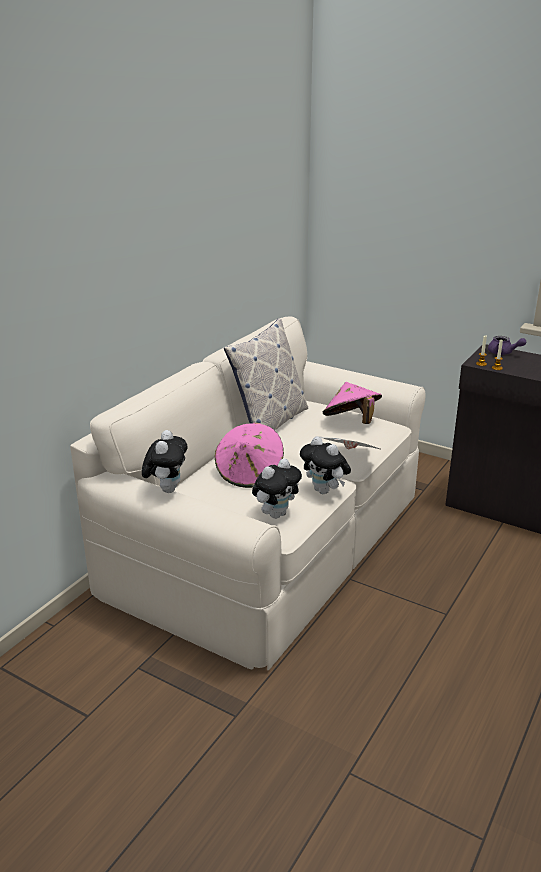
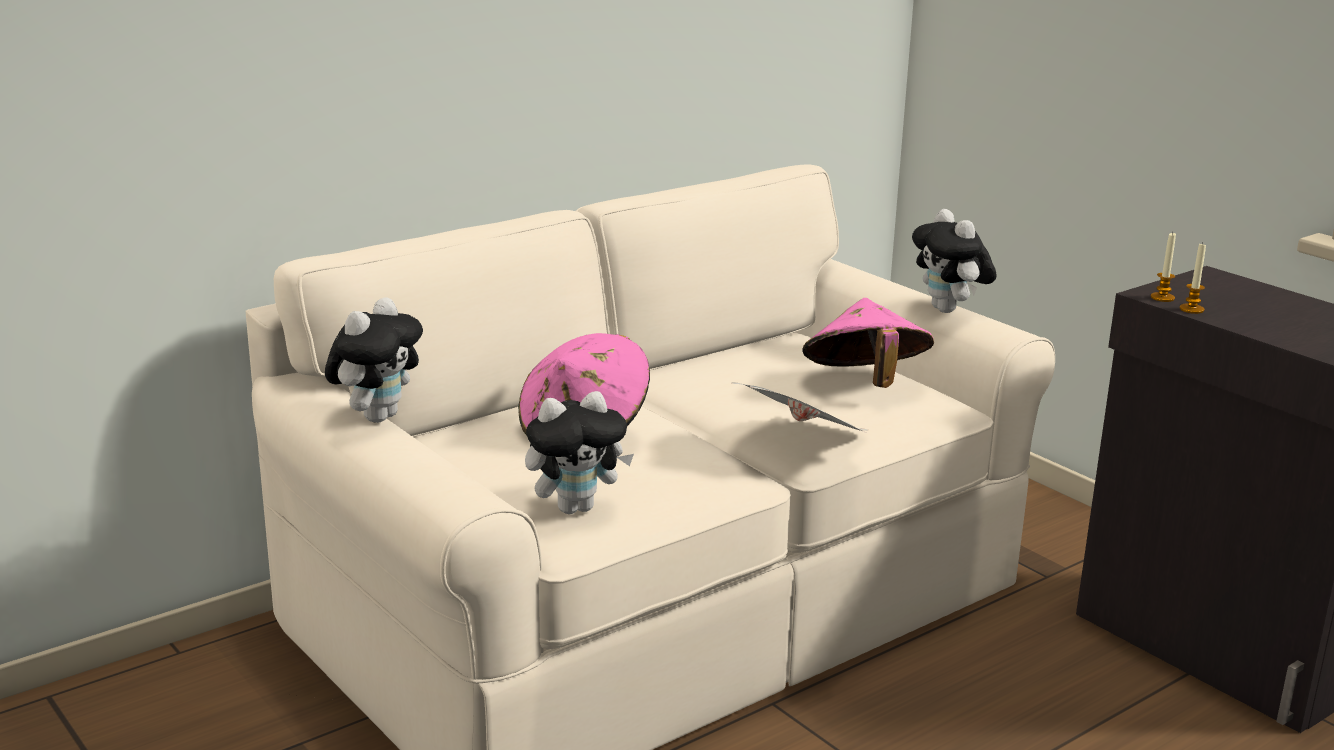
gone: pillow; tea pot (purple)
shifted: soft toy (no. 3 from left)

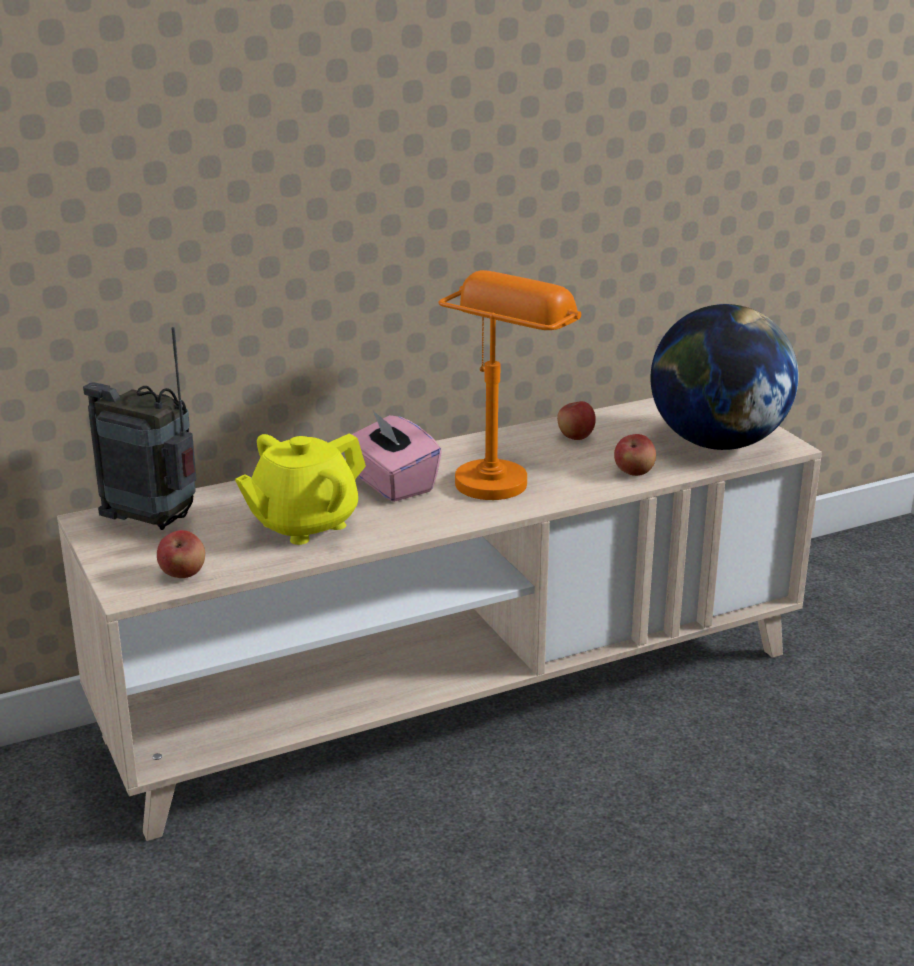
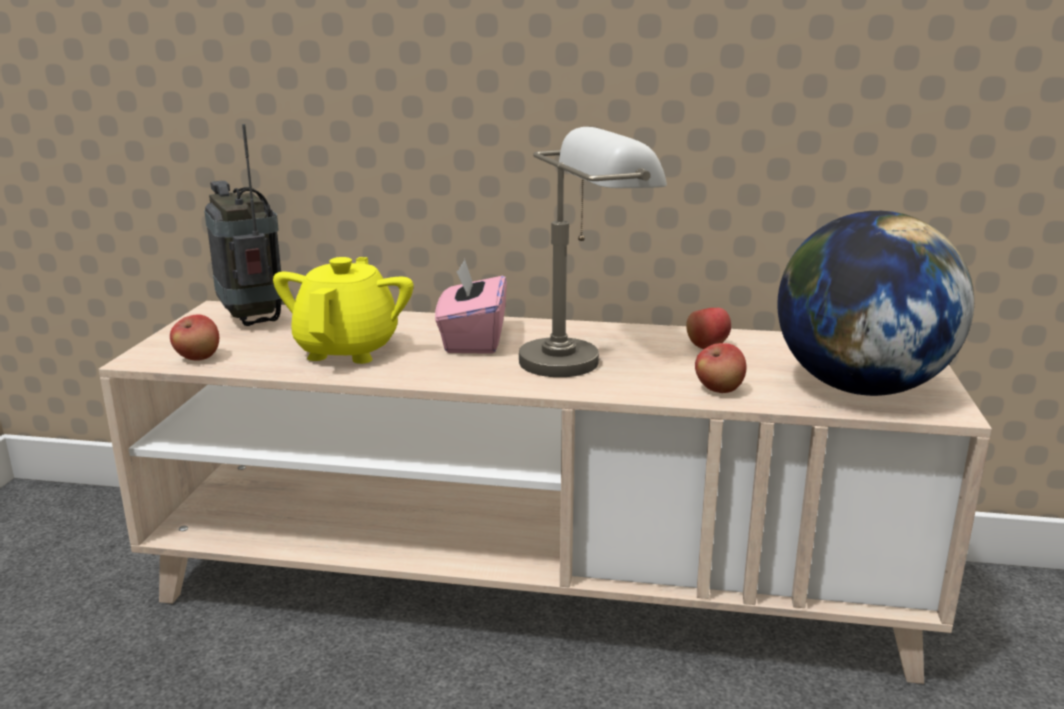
repainted: lamp for a table (orangey) to lamp for a table (grey)
rotated: tea pot (yellow) 105 degrees clockwise

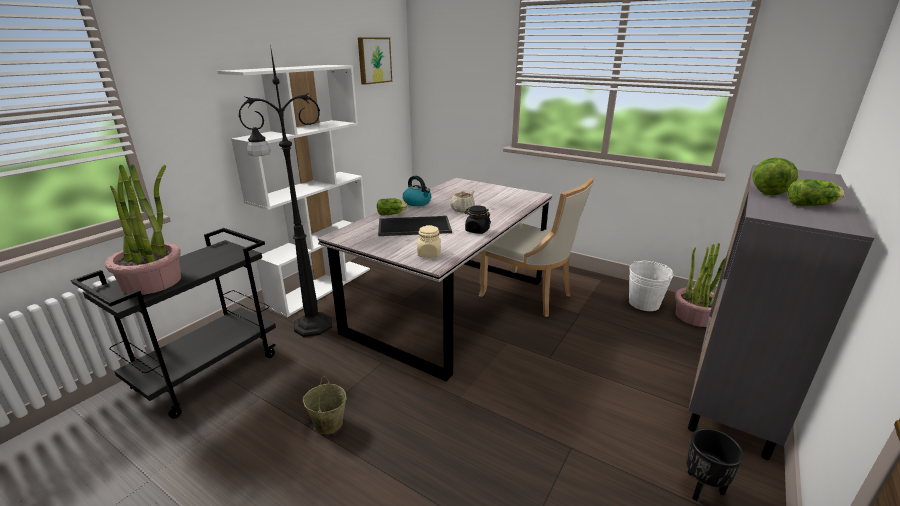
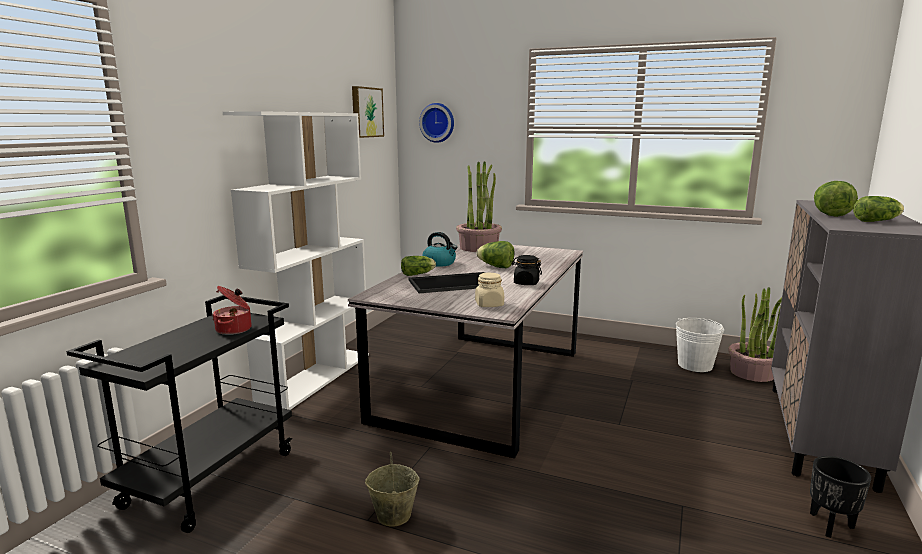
gone: standard lamp (black-coloured); chair (beige-coloured)
new: cooking pot; clock on the wall
shifted: houseplant (no. 1 from left)
swapped: tea pot (beige-coloured) to lettuce head (no. 2 from left)

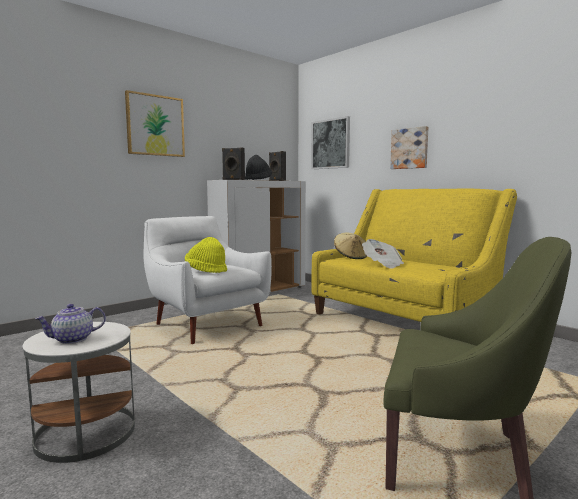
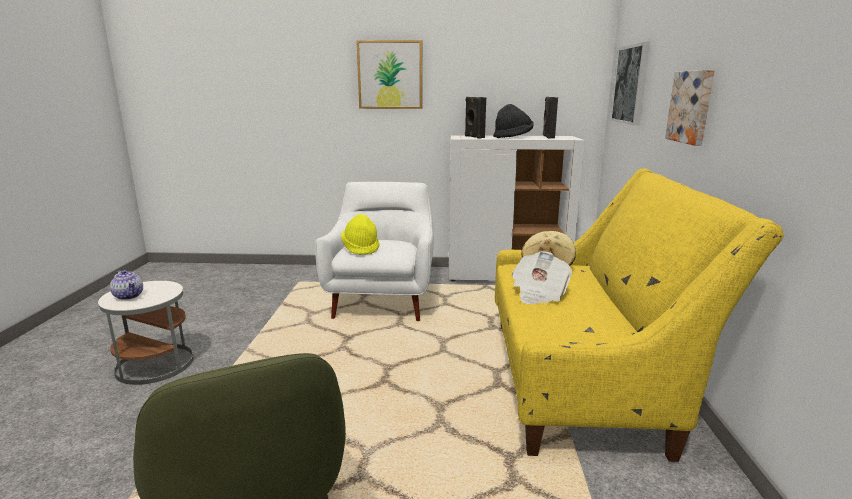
rotated: tea pot 150 degrees counterclockwise

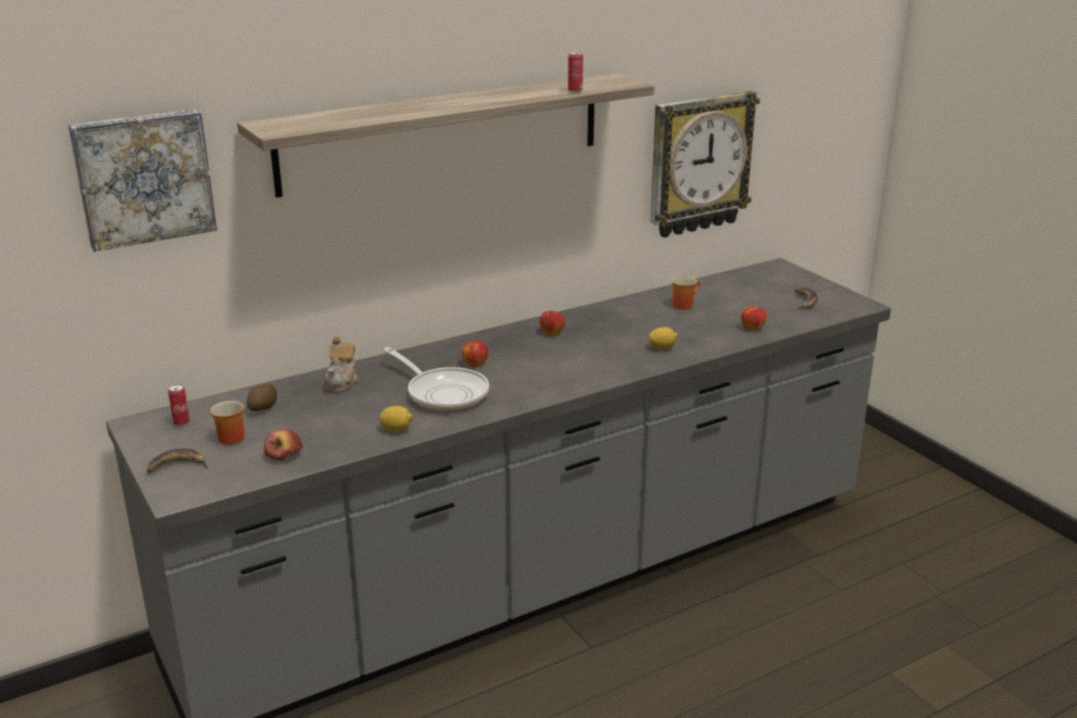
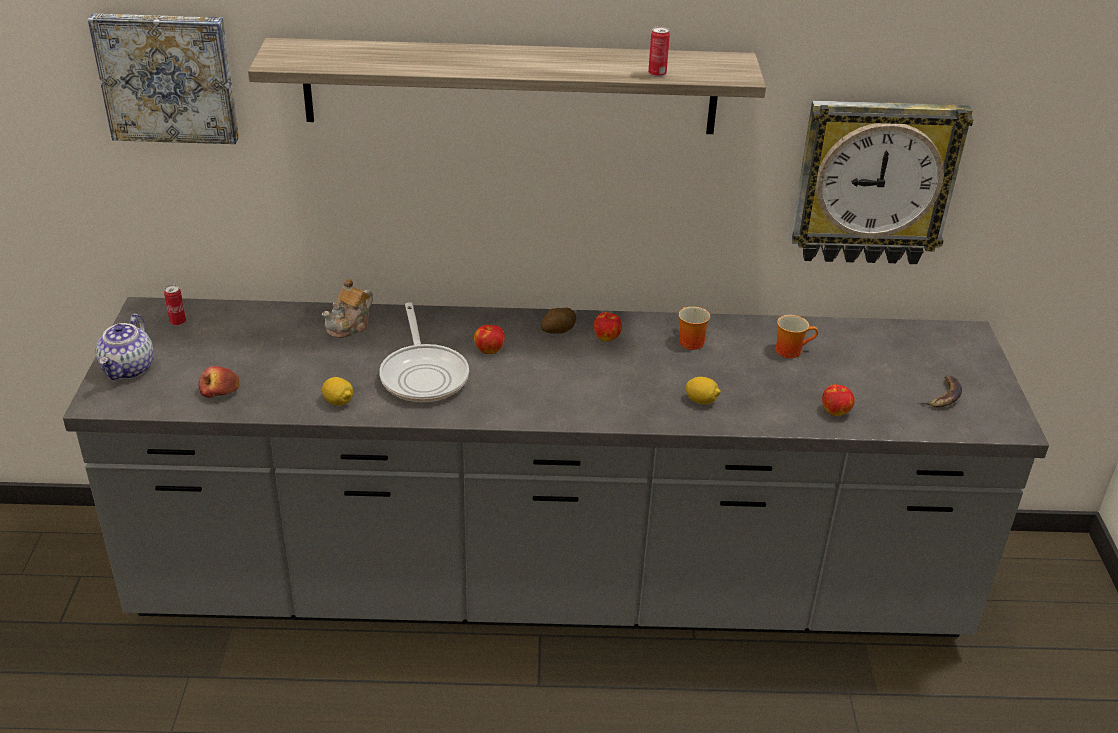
shifted: potato; mug (no. 1 from left)
swapped: banana fruit (no. 1 from left) to tea pot (no. 1 from left)

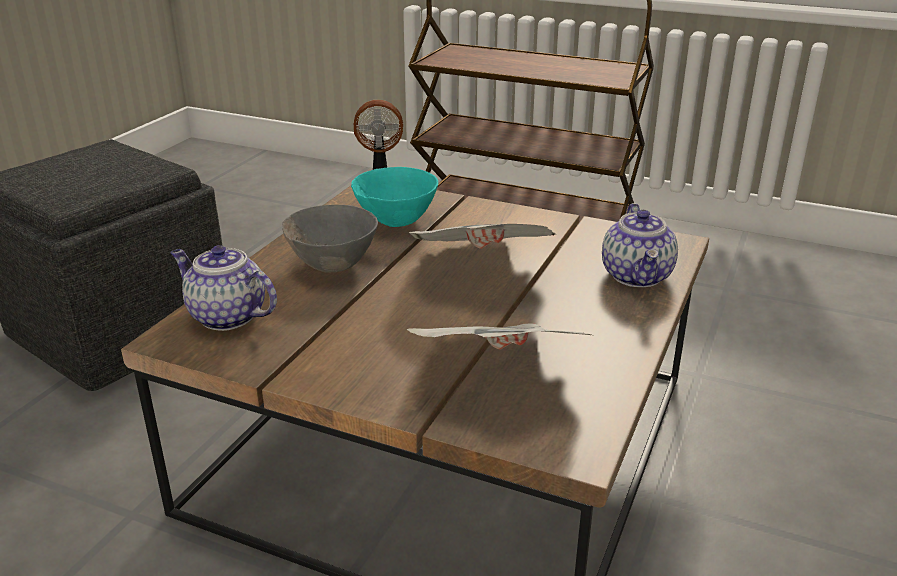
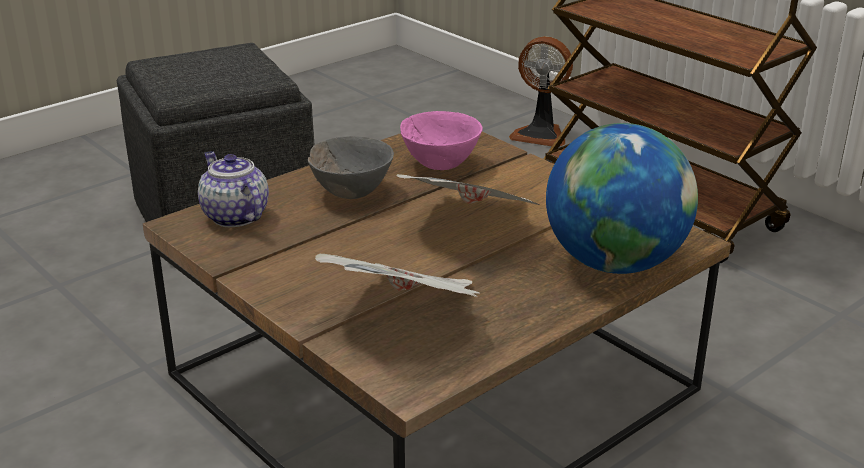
swapped: tea pot (no. 2 from left) to globe
repainted: bowl (turquoise) to bowl (pink)

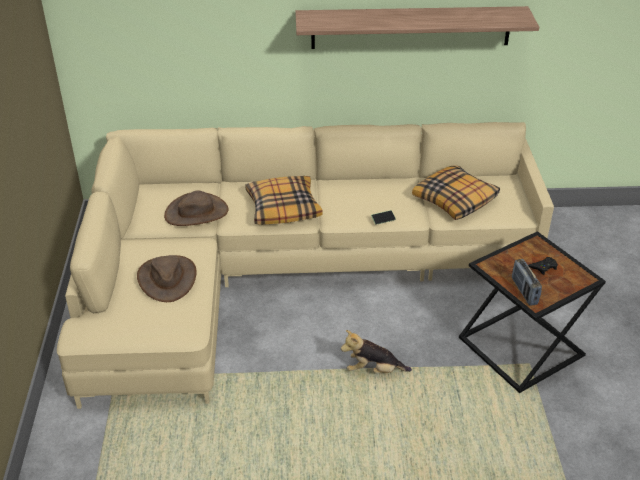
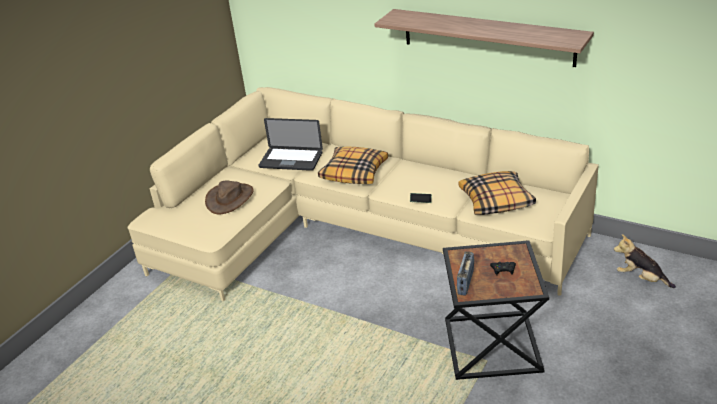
shifted: soft toy
swapped: wearable hat (brownish) (no. 2 from left) to laptop

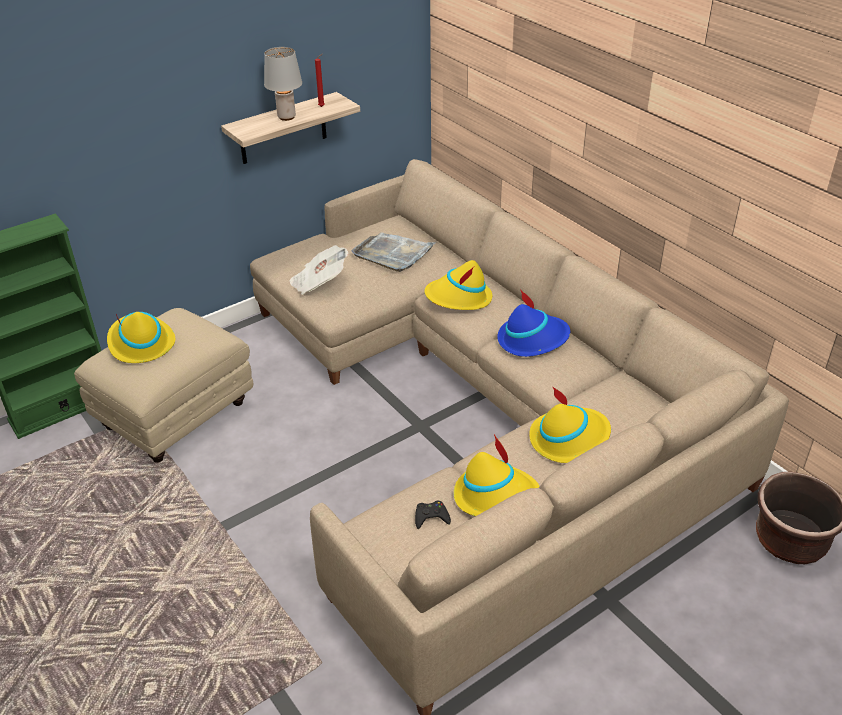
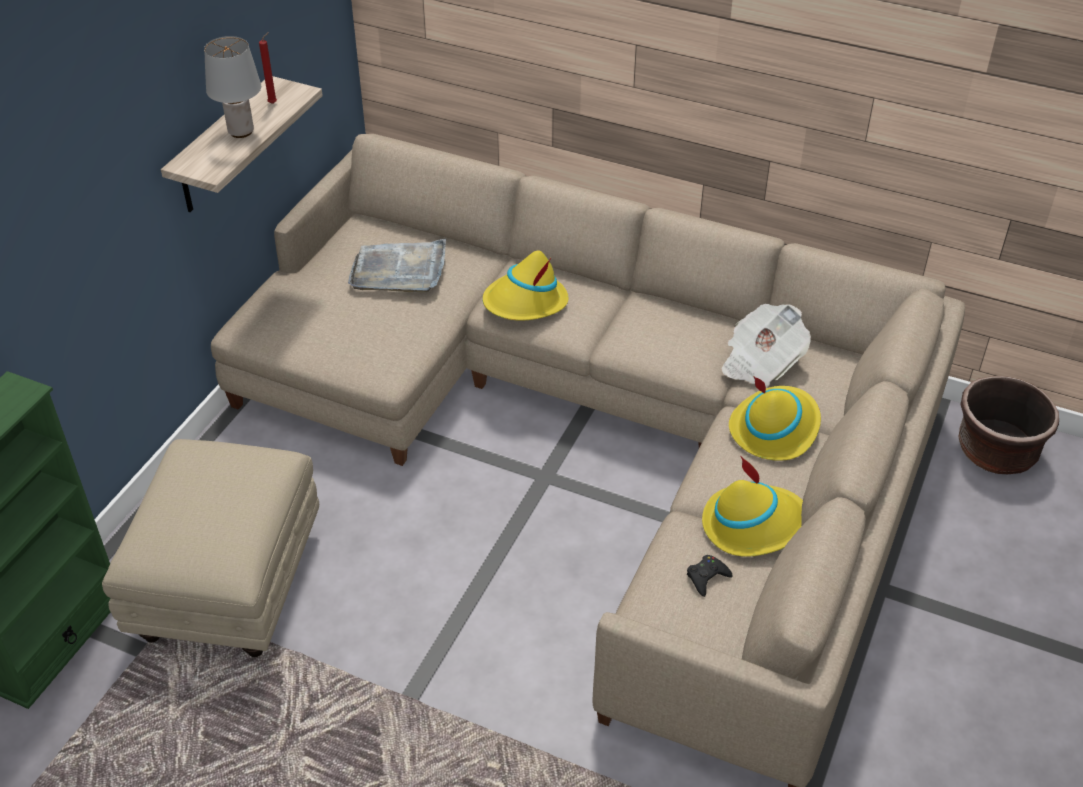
gone: wearable hat (yellow) (no. 1 from left); wearable hat (blue)
shifted: newspaper

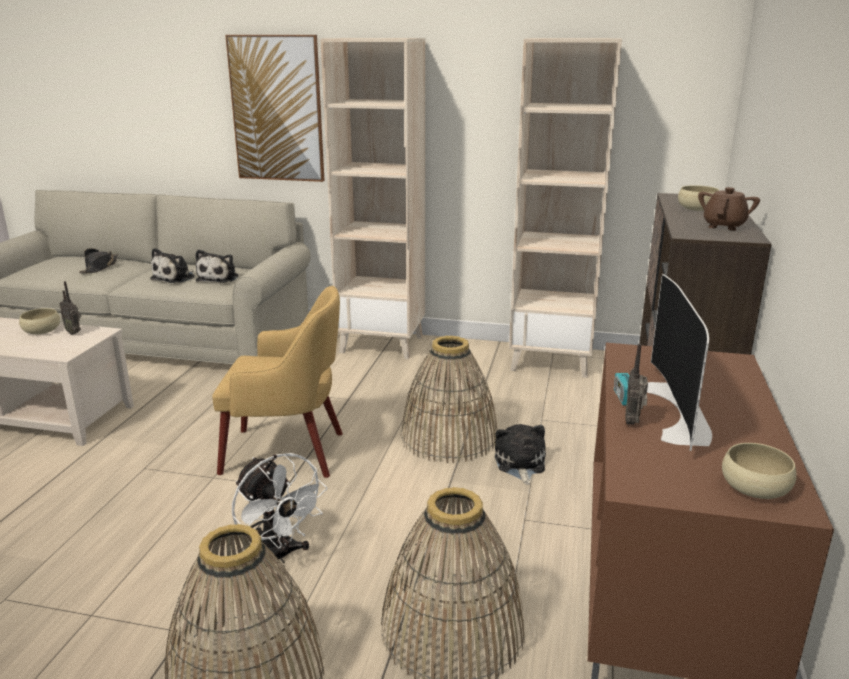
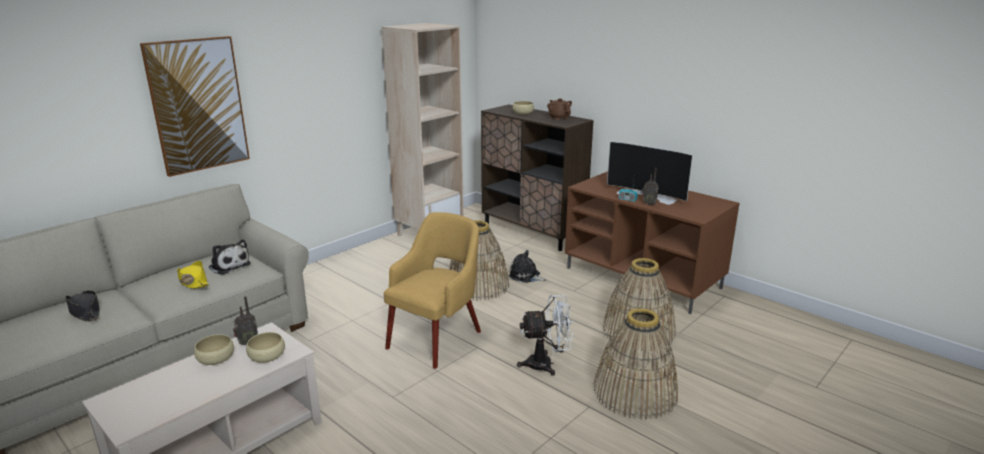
gone: shelving unit (beige-coloured) (no. 1 from left)
shifted: bowl (beige-coloured) (no. 3 from left in the first image) to bowl (beige-coloured) (no. 2 from left)
swapped: soft toy (no. 1 from left) to wearable hat (yellow)

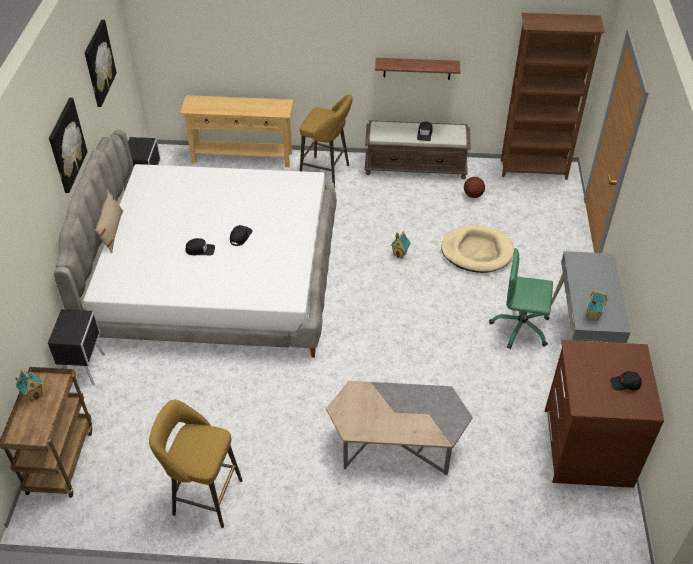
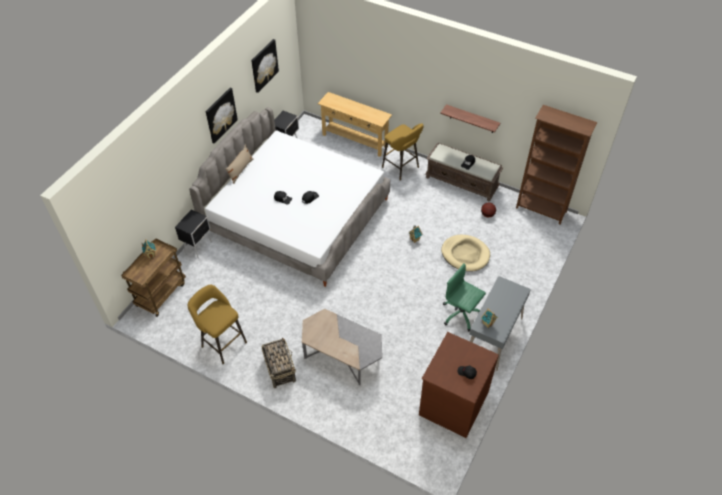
new: household basket

